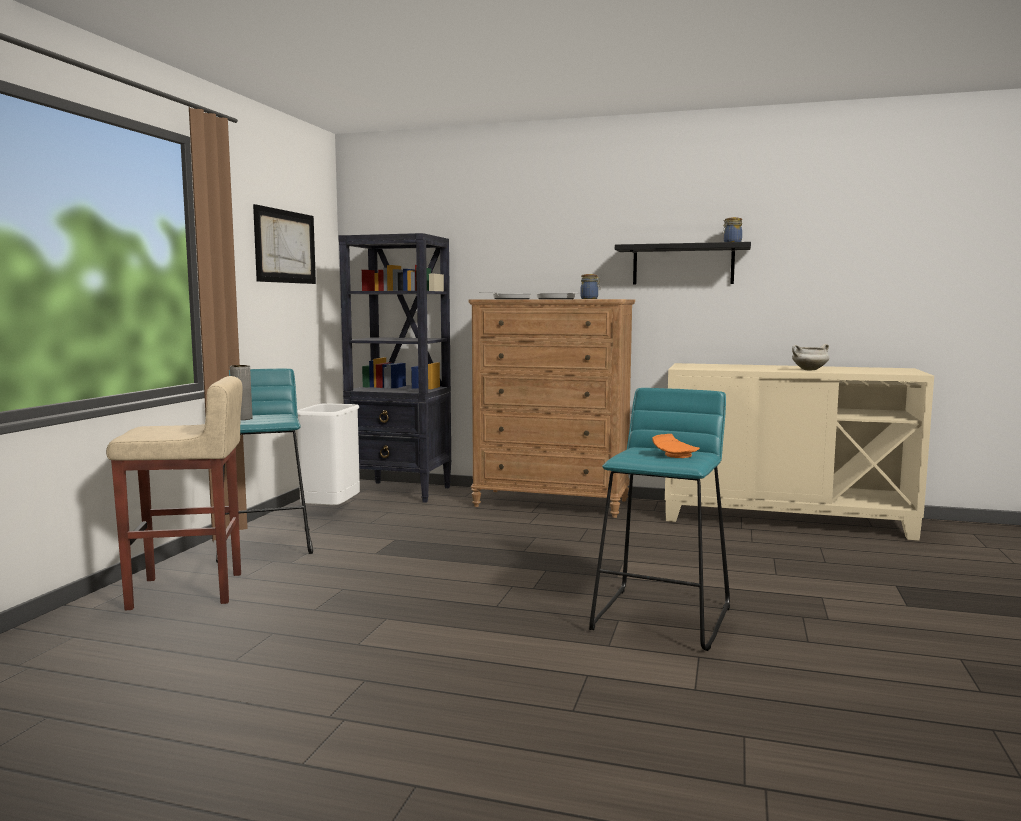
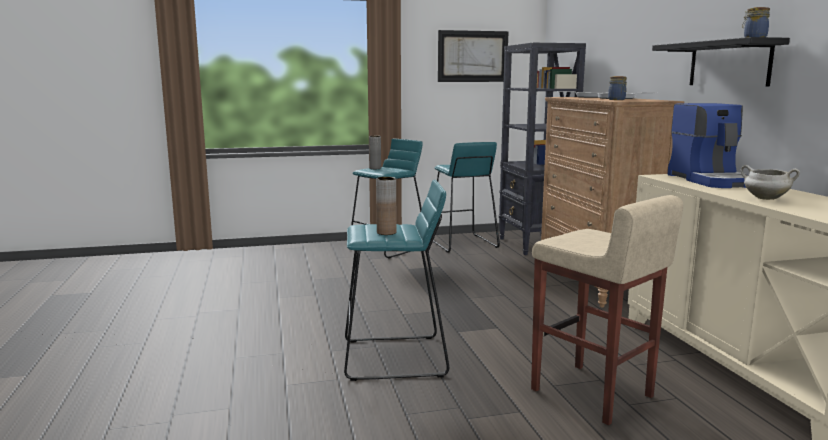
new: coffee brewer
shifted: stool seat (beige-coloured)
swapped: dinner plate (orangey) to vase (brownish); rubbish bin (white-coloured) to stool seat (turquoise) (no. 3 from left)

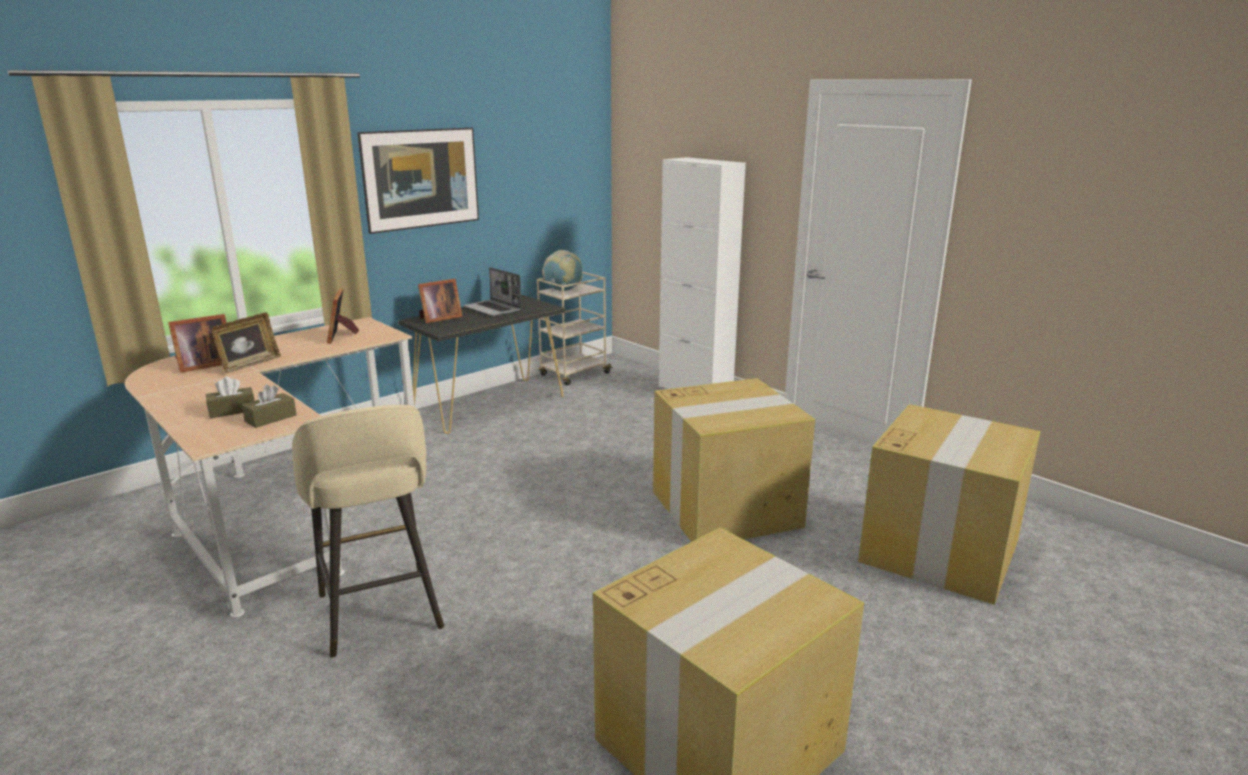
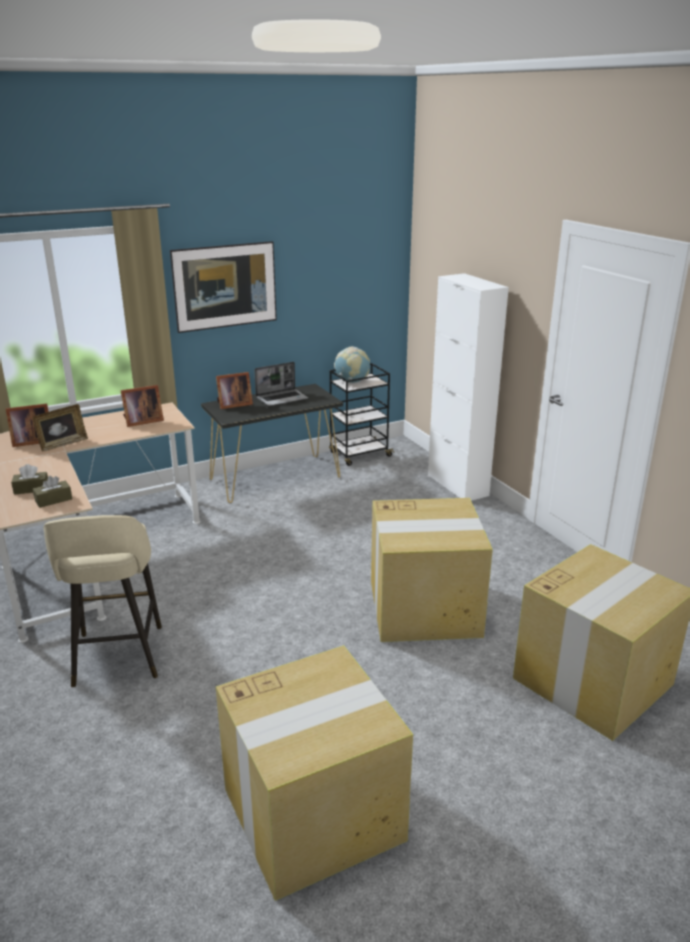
repainted: trolley (beige-coloured) to trolley (black-coloured)
rotated: standing frame (no. 3 from left) 120 degrees counterclockwise; laptop 90 degrees counterclockwise

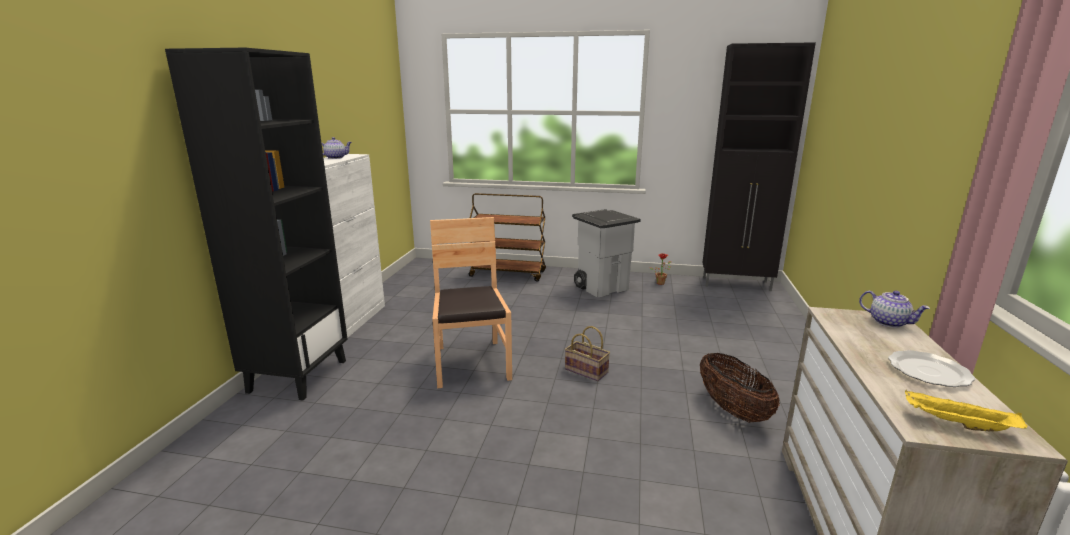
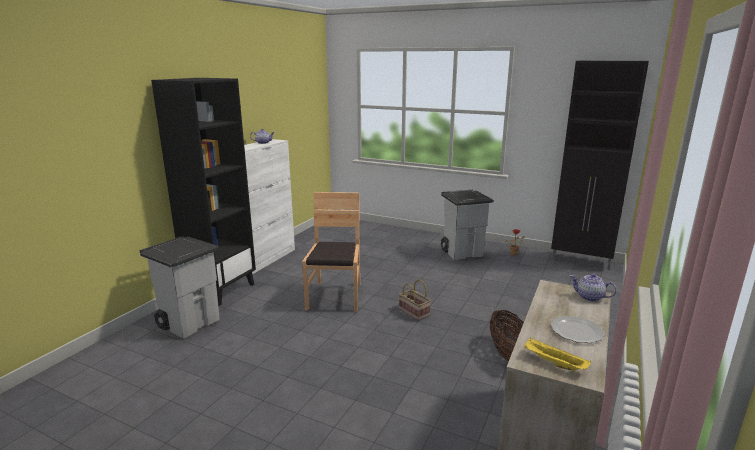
gone: trolley (brownish)
new: rubbish bin (grey) (no. 1 from left)
rotated: tea pot (no. 2 from left) 150 degrees clockwise

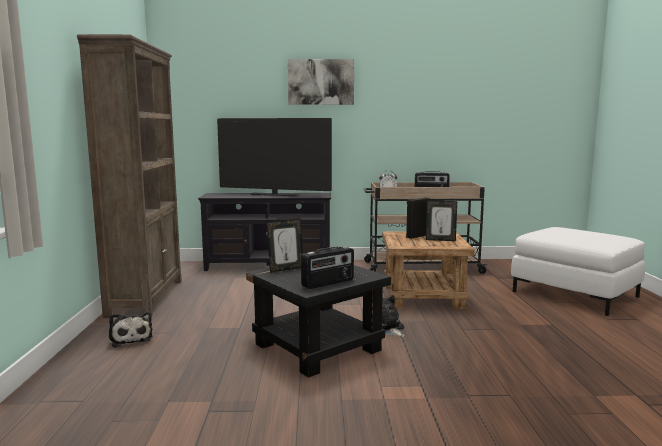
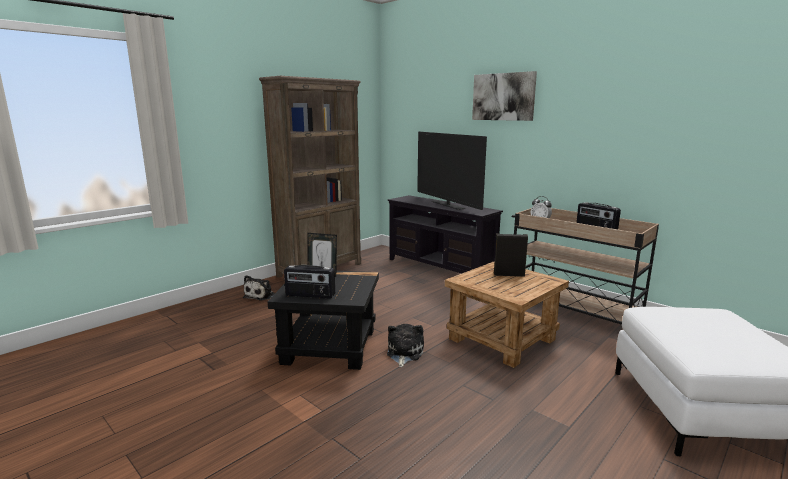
gone: standing frame (no. 2 from left)

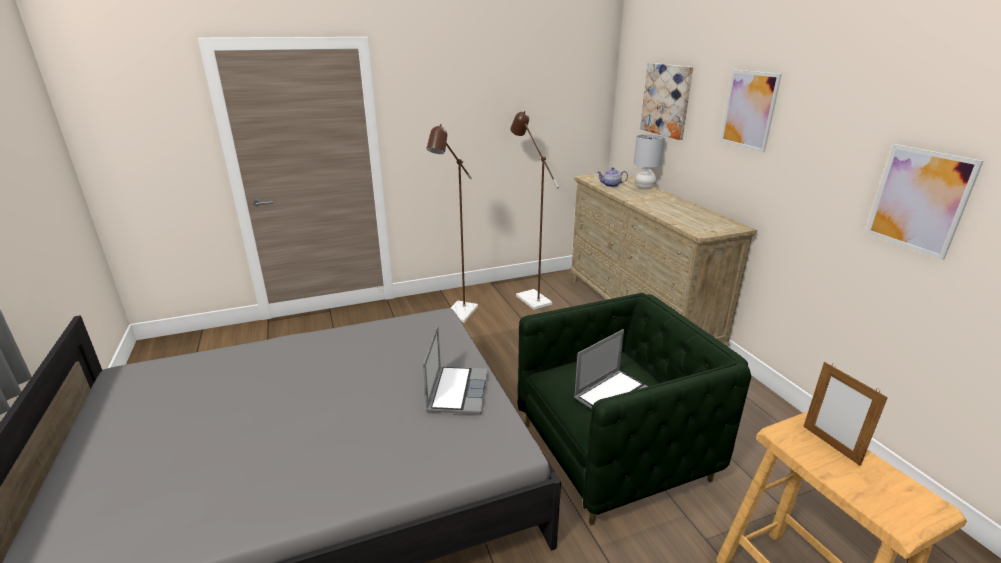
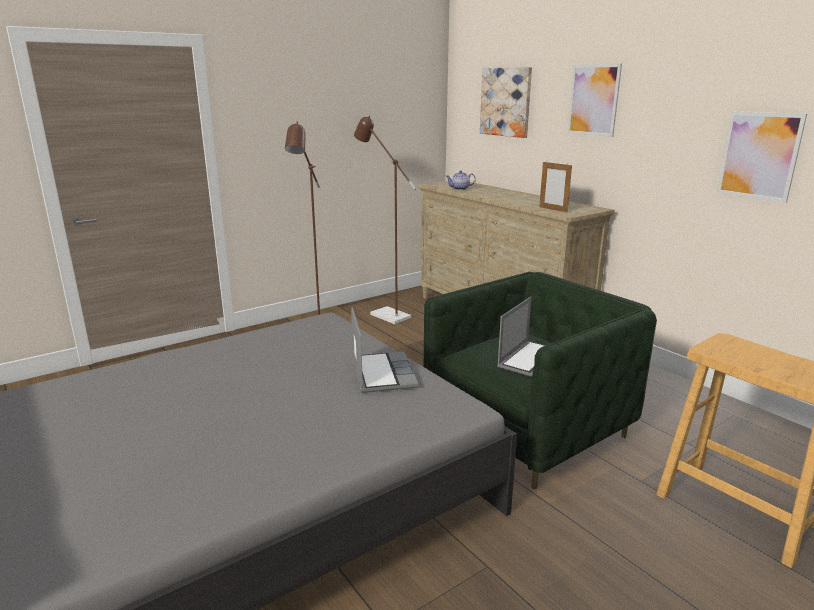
gone: lamp for a table (grey)
shifted: standing frame

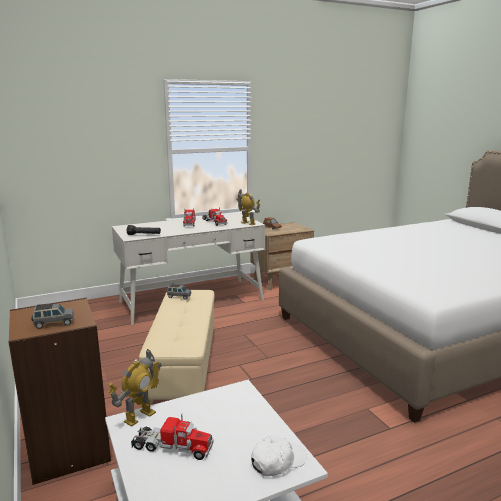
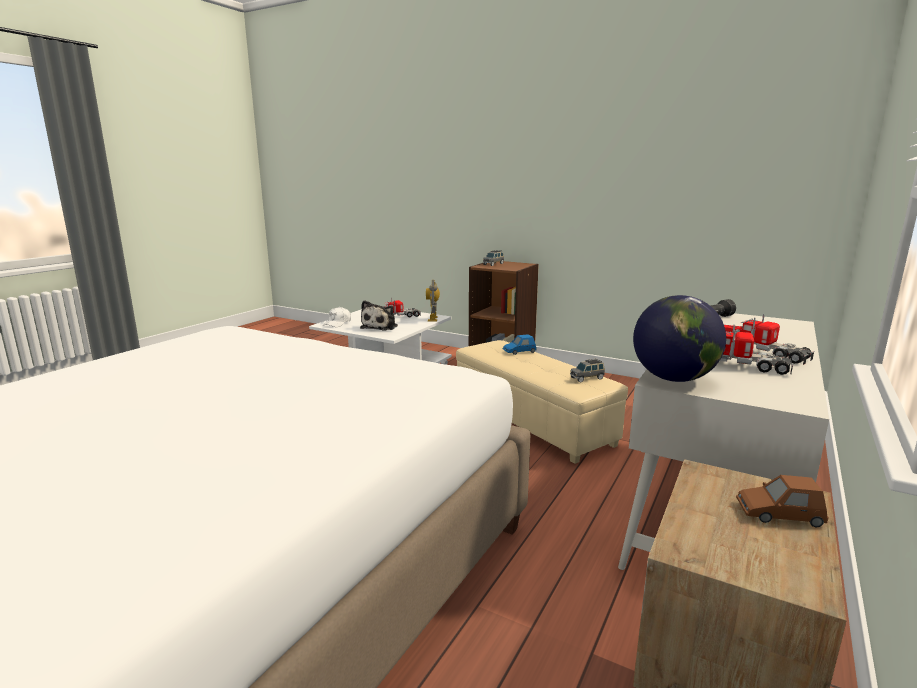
new: soft toy; model car (blue)
swapped: toy robot (no. 2 from left) to globe

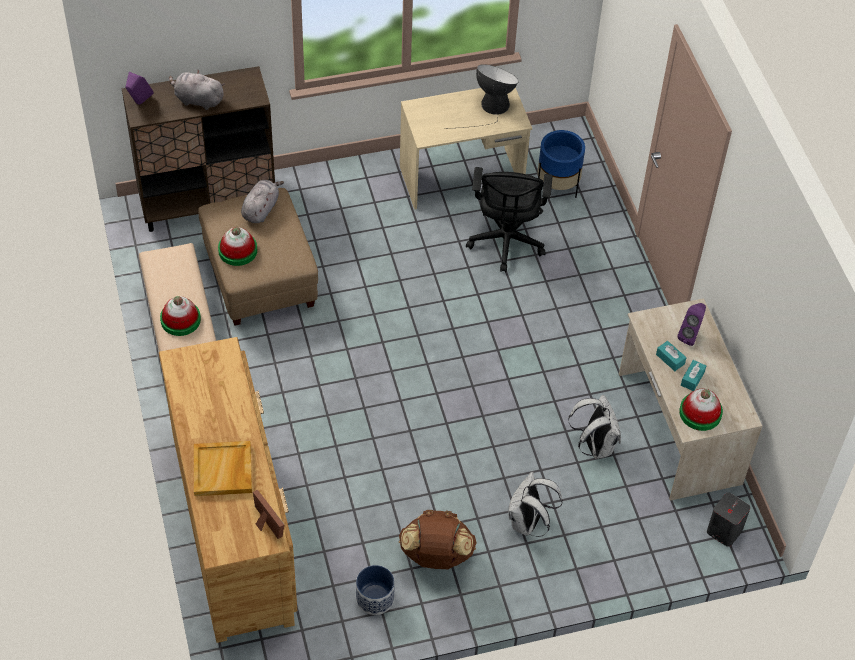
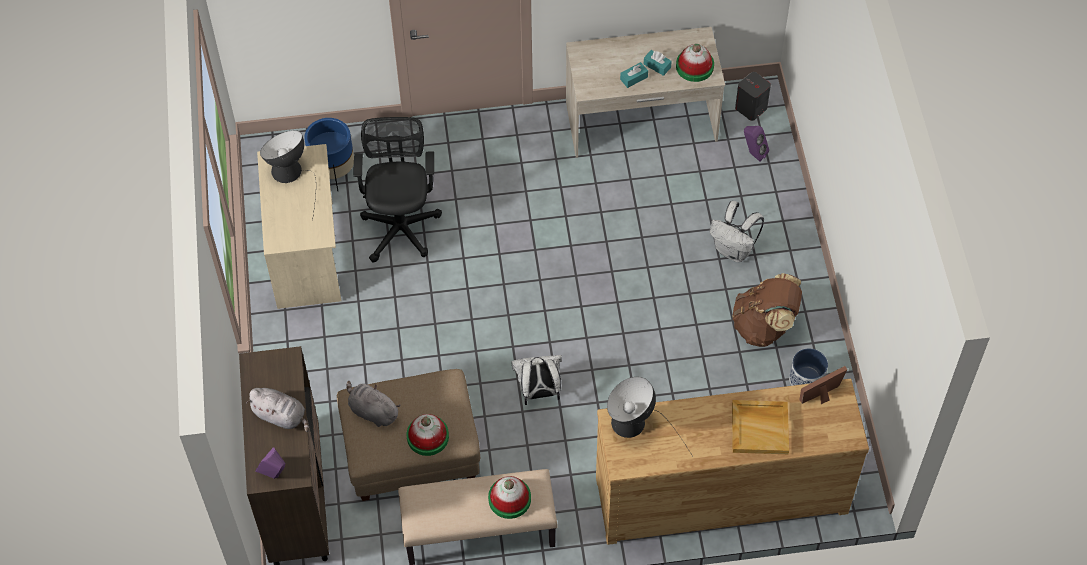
new: lamp for a table (no. 2 from left)
shifted: knapsack (white-coloured) (no. 2 from left in the first image) to knapsack (white-coloured) (no. 1 from left); audio speaker (purple) (no. 2 from left)
rotated: soft toy (grey) (no. 1 from left) 90 degrees counterclockwise; desk chair (black-coloured) 105 degrees counterclockwise

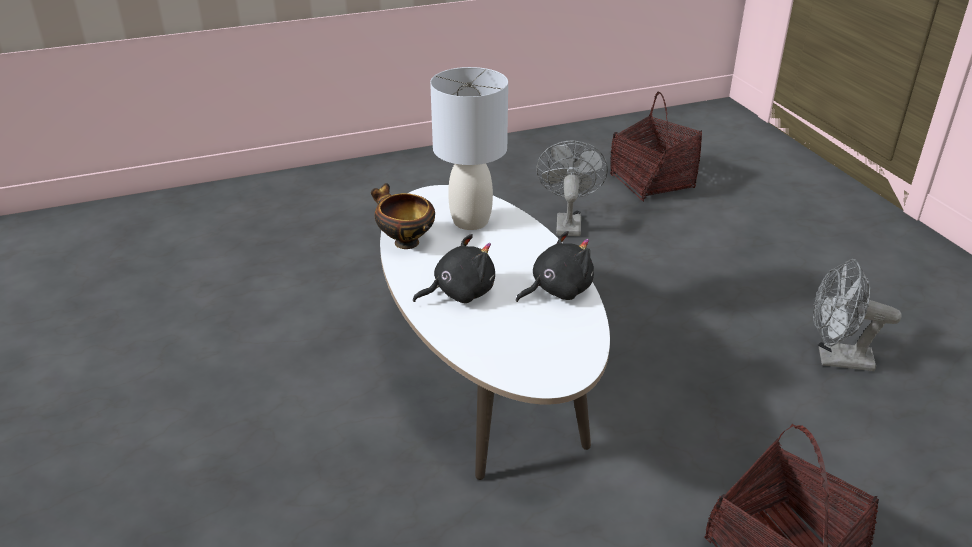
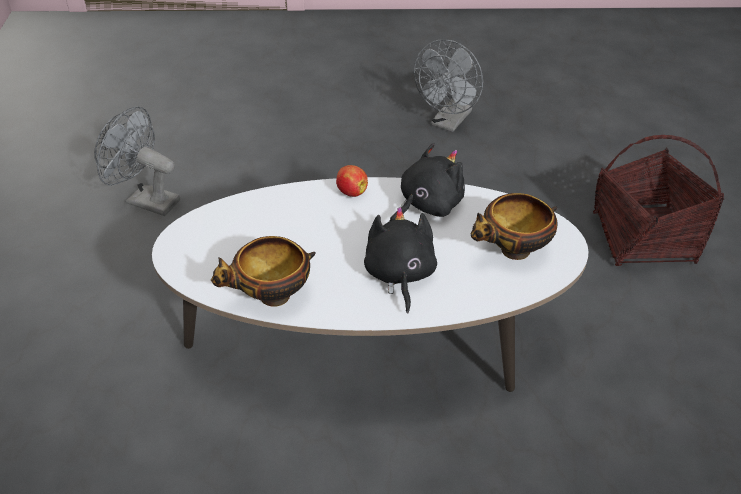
gone: lamp for a table (grey); household basket (no. 1 from left)
new: apple fruit; bowl (no. 2 from left)
rotated: soft toy (black-coloured) (no. 2 from left) 60 degrees clockwise

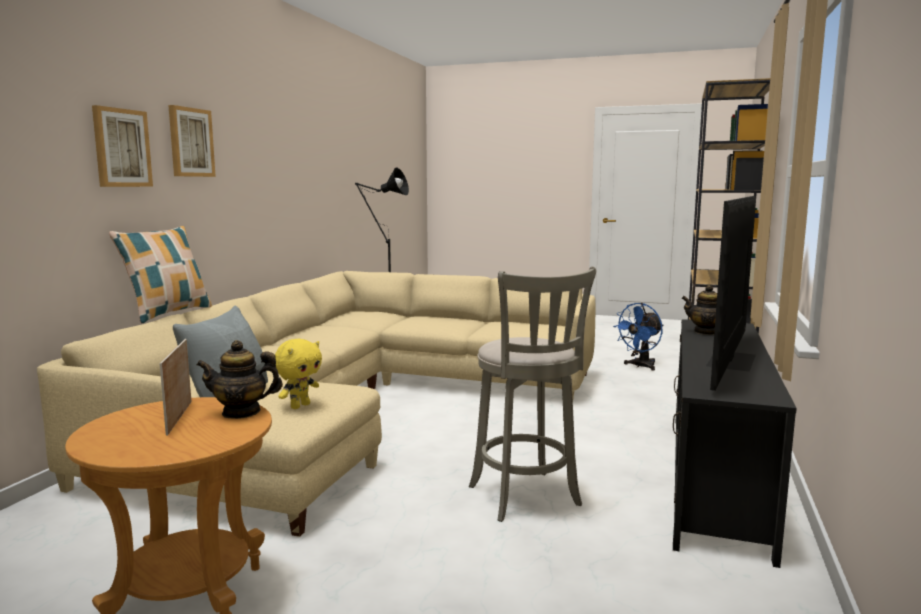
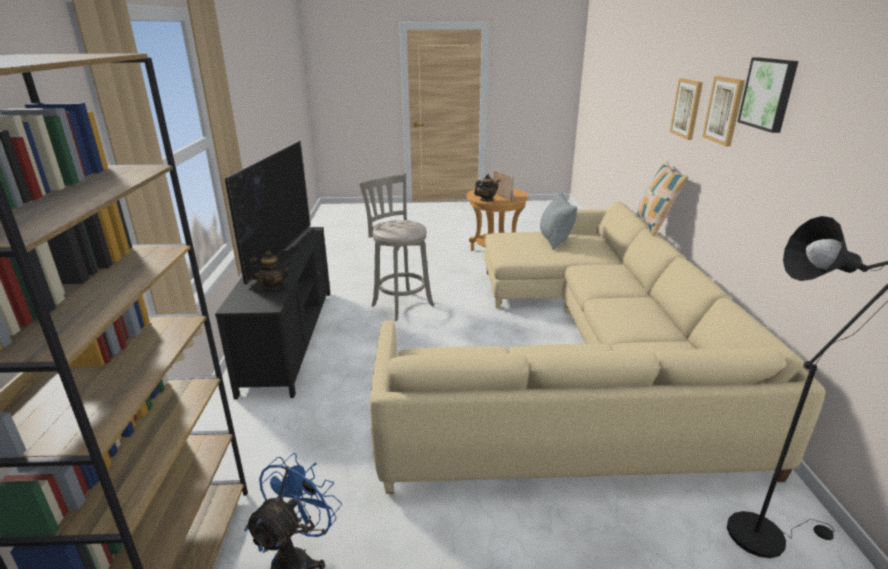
gone: soft toy (yellow)
new: wall picture (no. 3 from left)

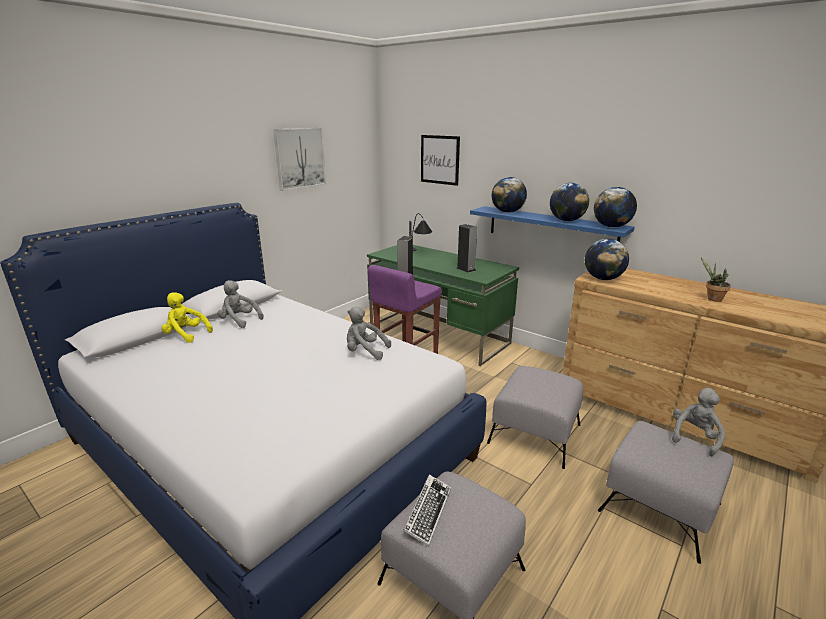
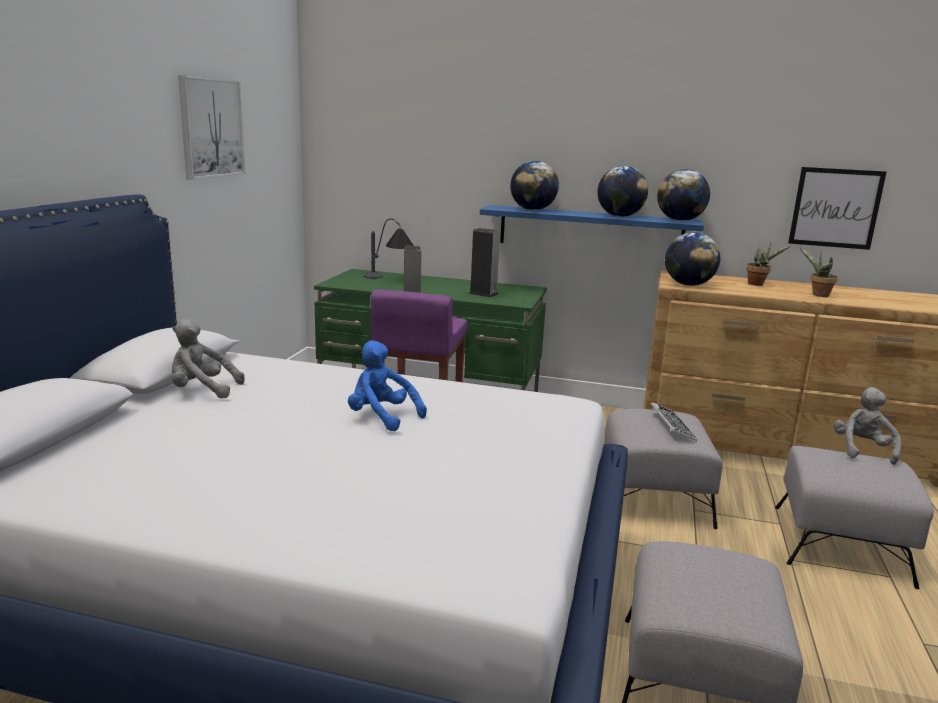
gone: soft toy (yellow); soft toy (grey) (no. 2 from left)
new: soft toy (blue); houseplant (no. 1 from left)
shifted: computer keyboard; wall picture (no. 2 from left)

